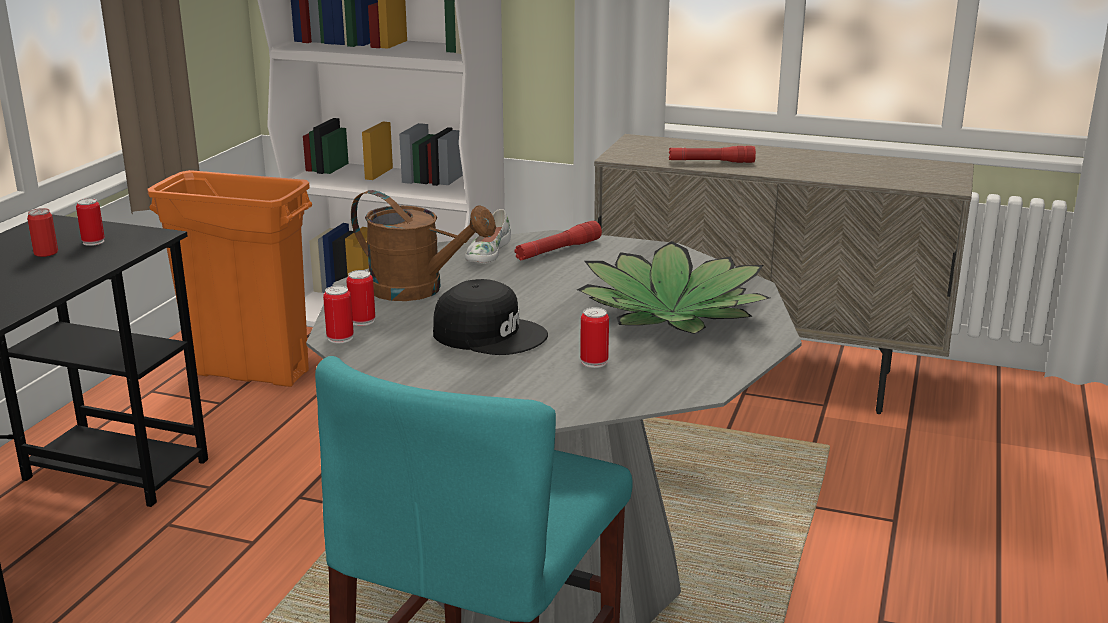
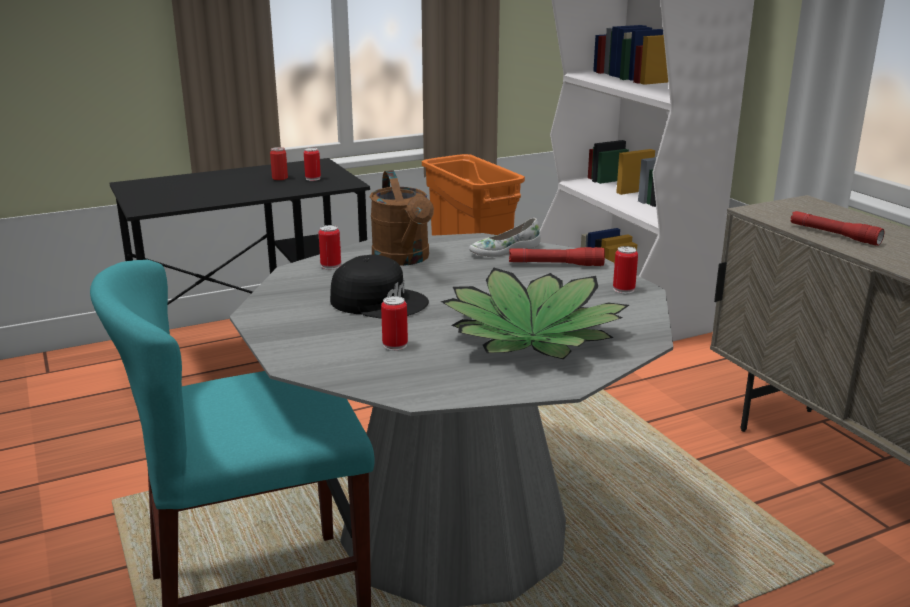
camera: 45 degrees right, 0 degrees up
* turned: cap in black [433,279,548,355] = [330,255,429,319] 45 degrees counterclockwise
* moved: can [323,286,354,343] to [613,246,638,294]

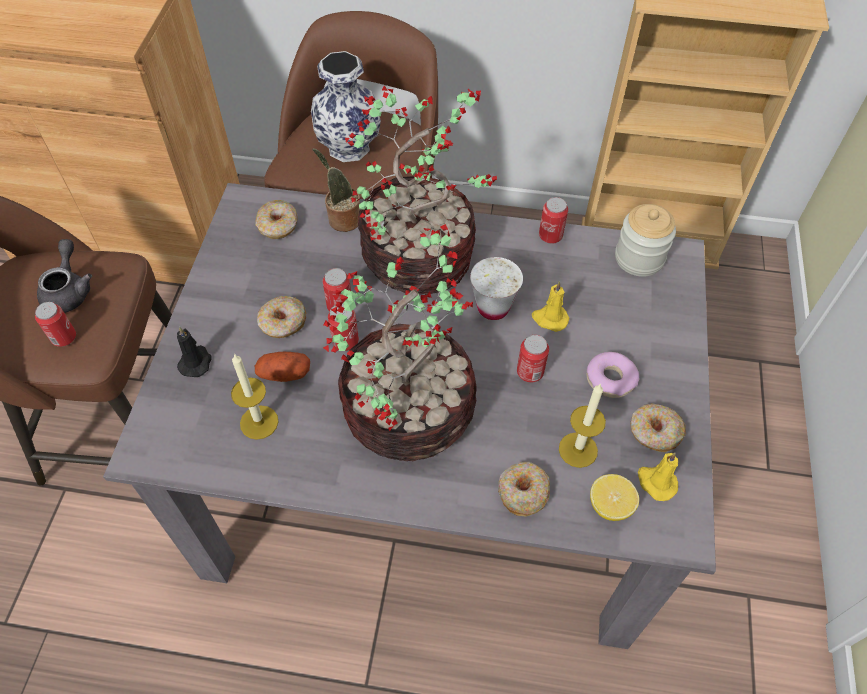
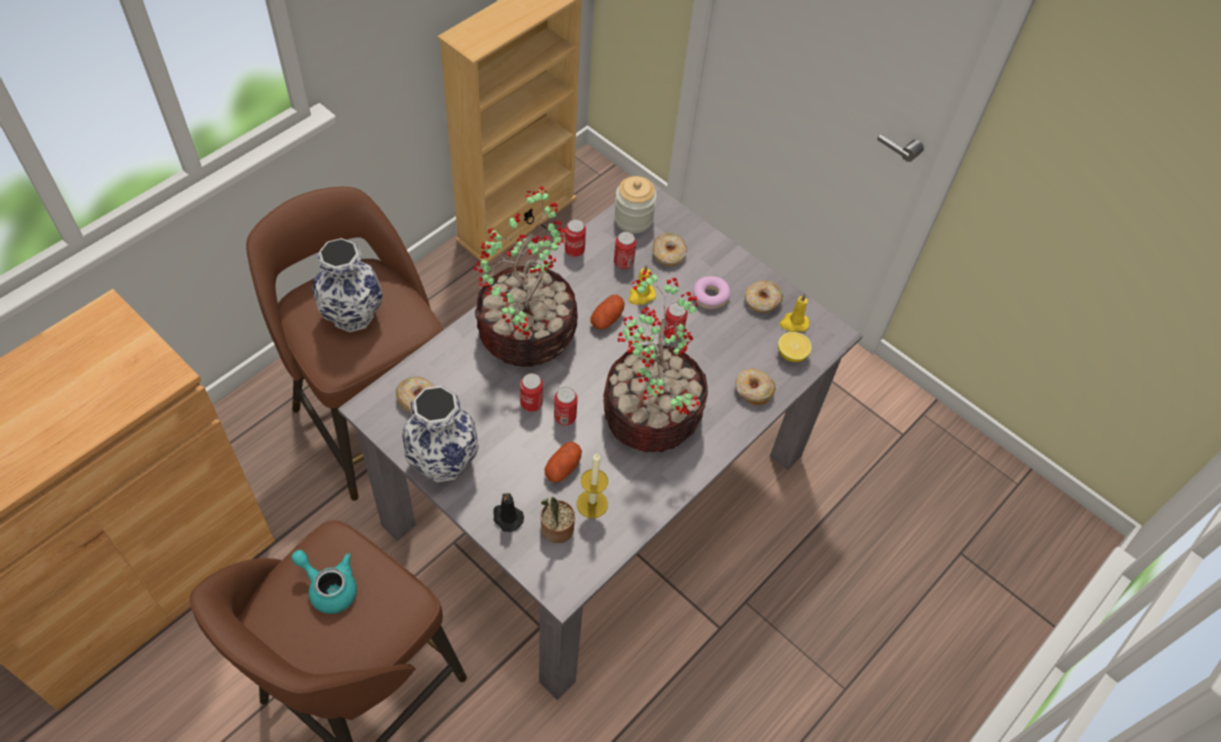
camera: 60 degrees left, 0 degrees up
* moved: potted plant [312,148,360,232] to [540,497,575,543]
* recoloured: teapot in grey [37,239,92,313] to teapot in turquoise [291,550,357,614]
* replaced: cup in white [470,257,523,320] to potato [590,295,625,330]
* moved: donut [257,296,306,338] to [652,233,687,266]
* moved: can [35,302,76,347] to [614,232,636,269]
* removed: candle [559,384,606,468]
* added: vase [402,386,479,482]

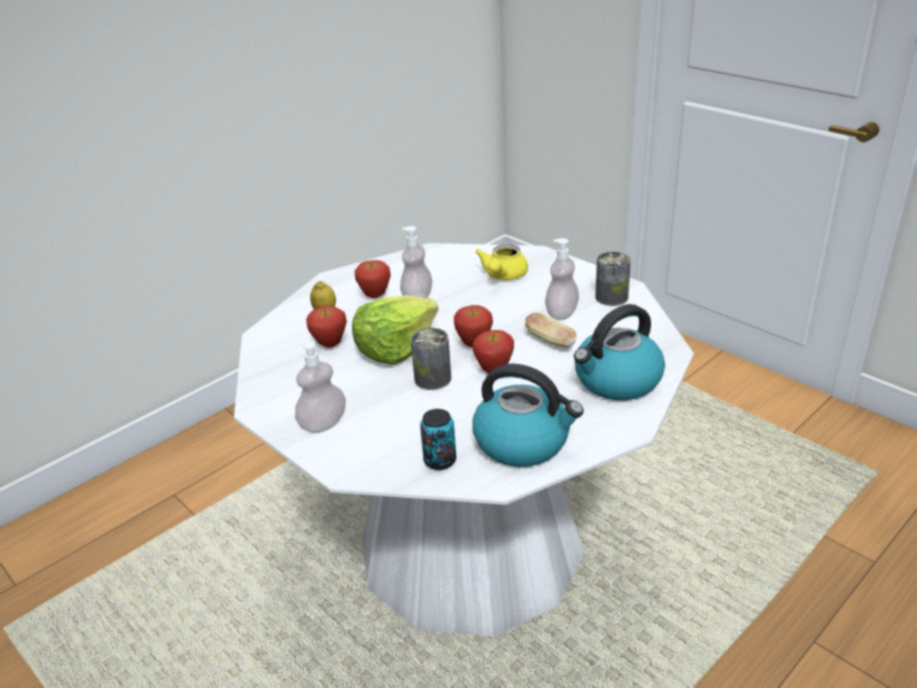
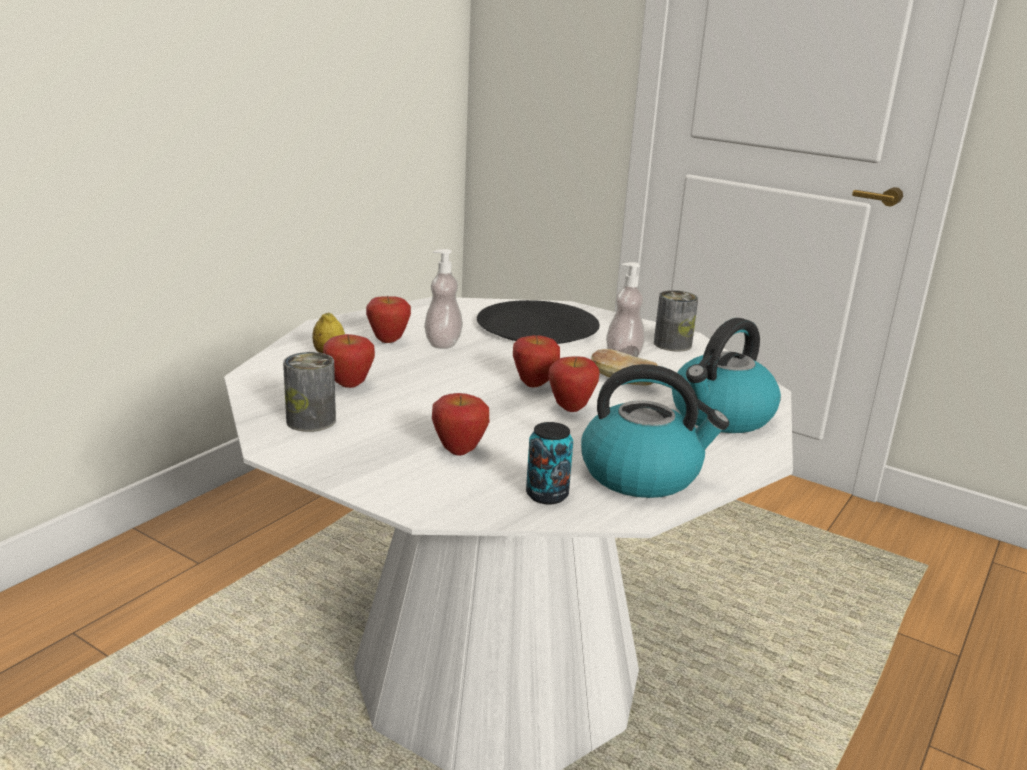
camera: 15 degrees left, 10 degrees down
* replaced: teapot in yellow [475,244,528,280] to plate in black [477,300,600,344]
* removed: lettuce [352,295,438,365]
* moved: can [410,328,451,390] to [283,352,336,432]
* removed: soap dispenser [295,341,346,433]
* added: apple [432,393,489,456]

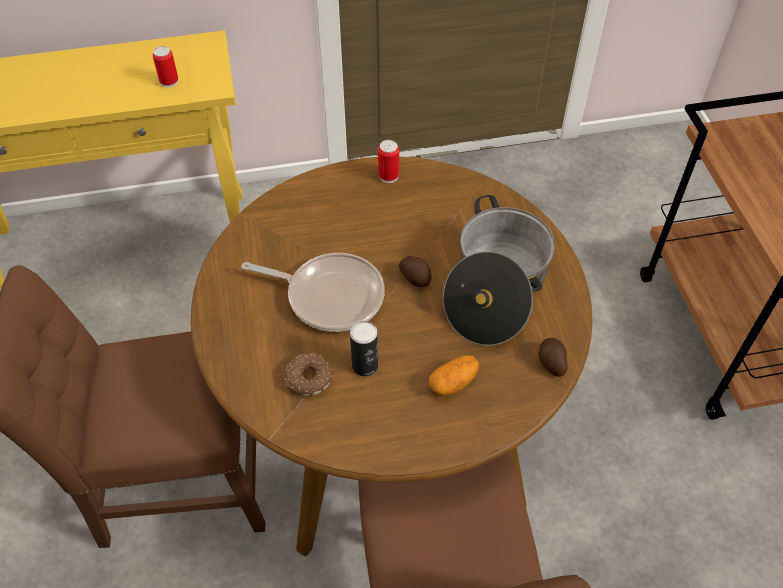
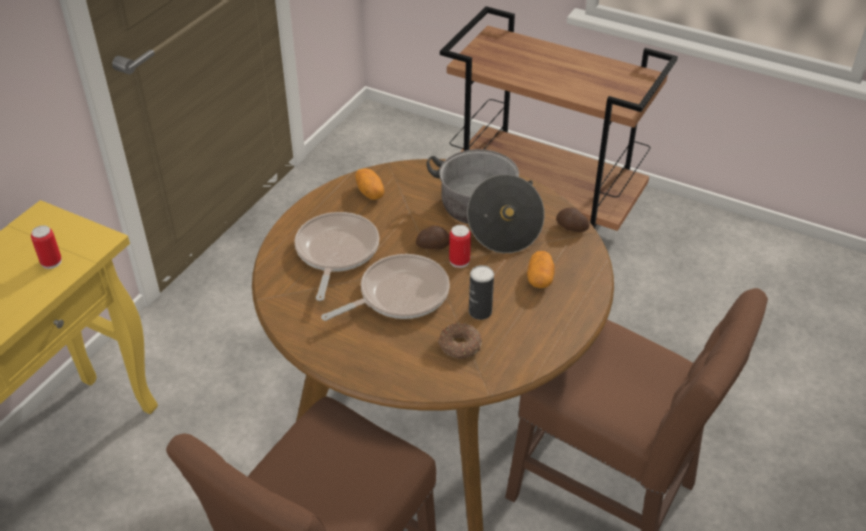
camera: 50 degrees left, 10 degrees down
* moved: can [378,140,399,183] to [449,225,471,268]
* added: potato [355,168,384,200]
* added: frying pan [294,212,379,301]

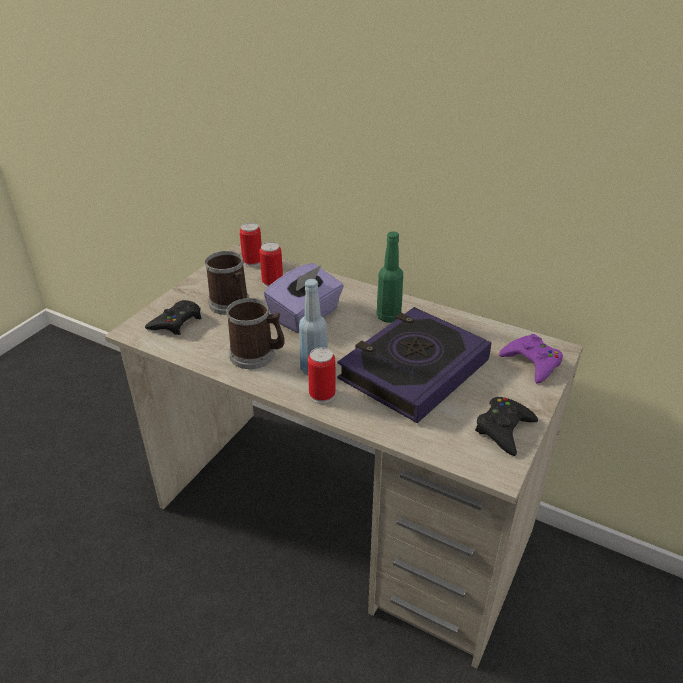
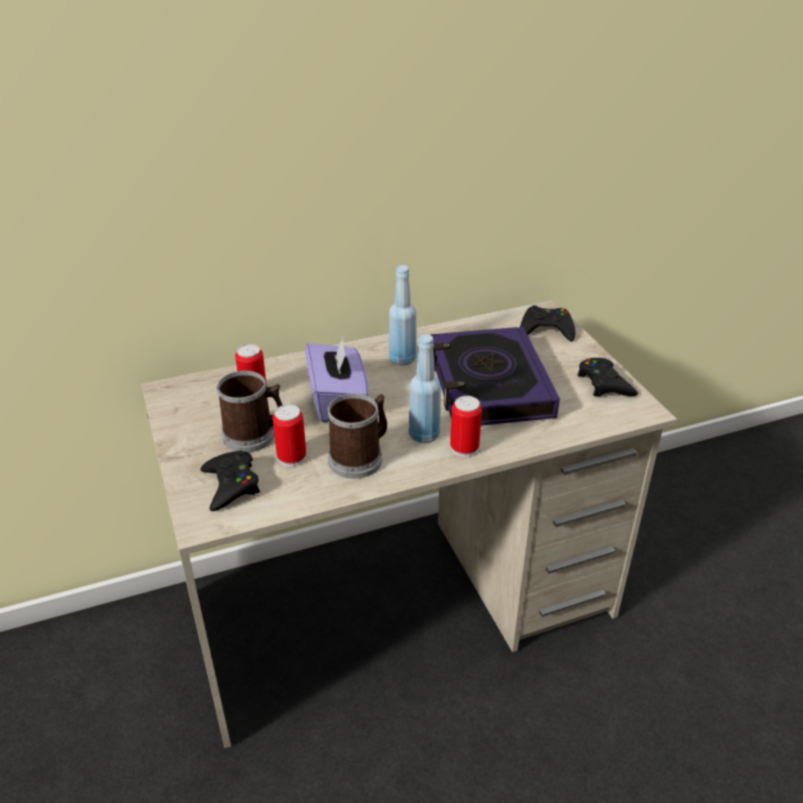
camera: 50 degrees left, 0 degrees up
* moved: can [240,223,262,267] to [273,404,306,467]
* recoloured: bottle in green [377,231,403,323] to bottle in blue [389,265,417,366]
* recoloured: game controller in purple [499,334,563,384] to game controller in black [520,305,576,342]

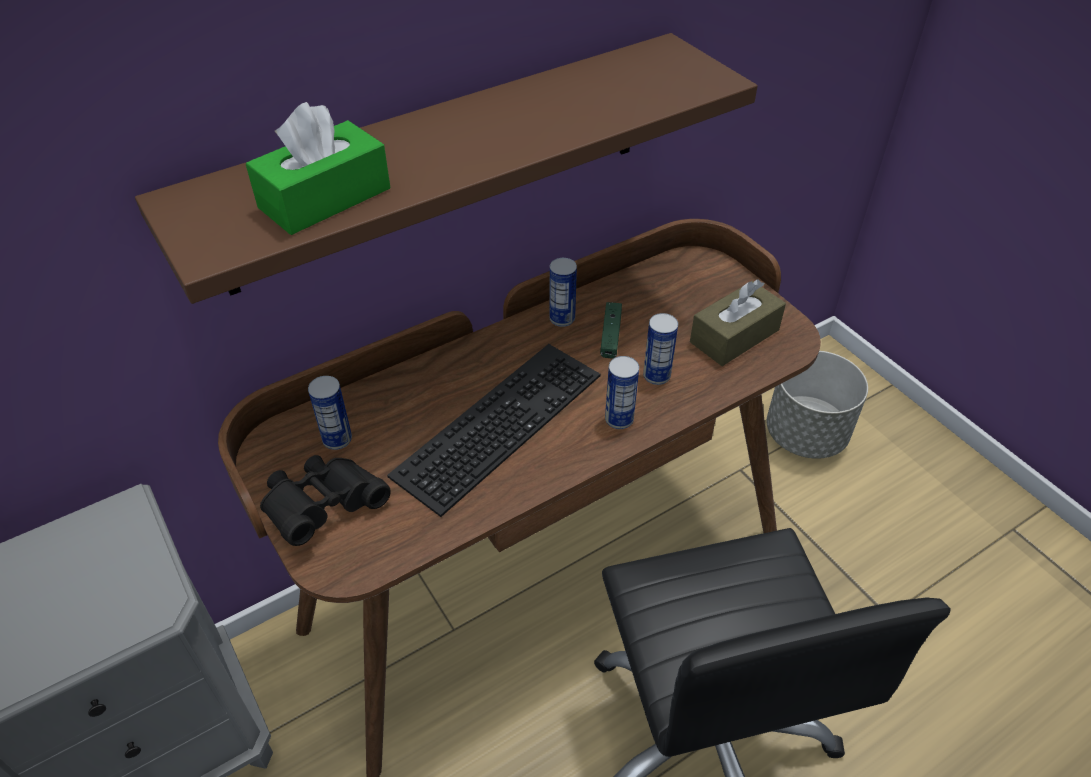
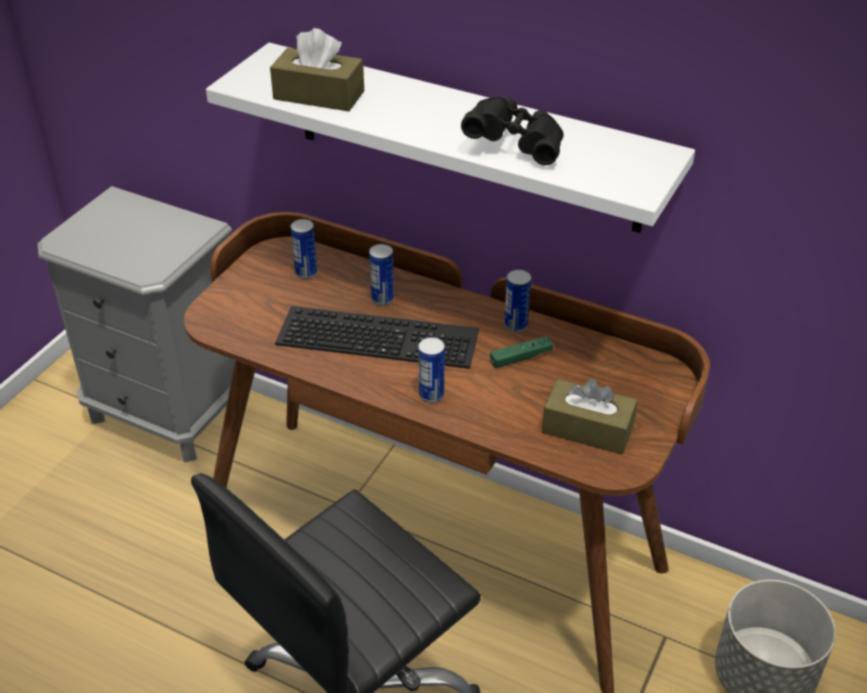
camera: 60 degrees right, 5 degrees down
* recoloured: shelf in brown [135,33,758,304] to shelf in white [206,42,695,233]
* recoloured: tissue box in green [246,102,390,235] to tissue box in brown [270,28,364,111]
* moved: can [643,313,678,385] to [369,244,394,306]
* moved: binoculars in black [260,455,391,546] to [461,97,564,165]

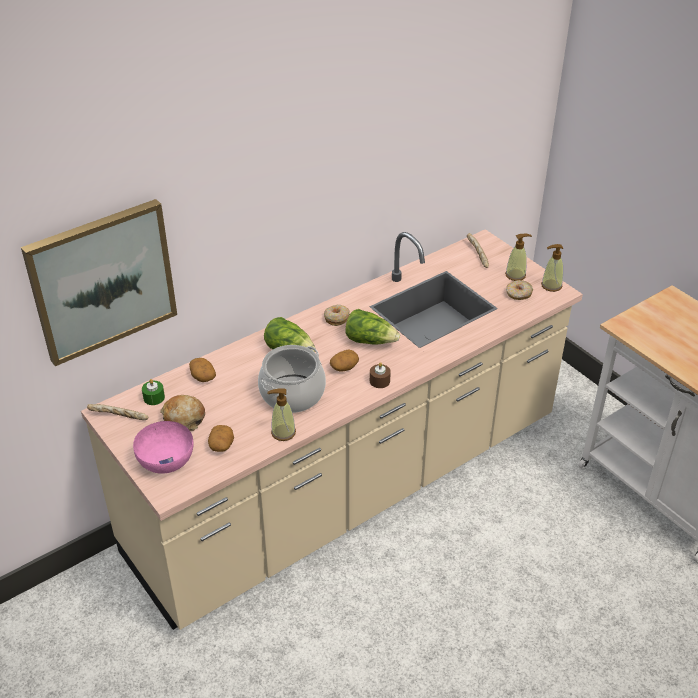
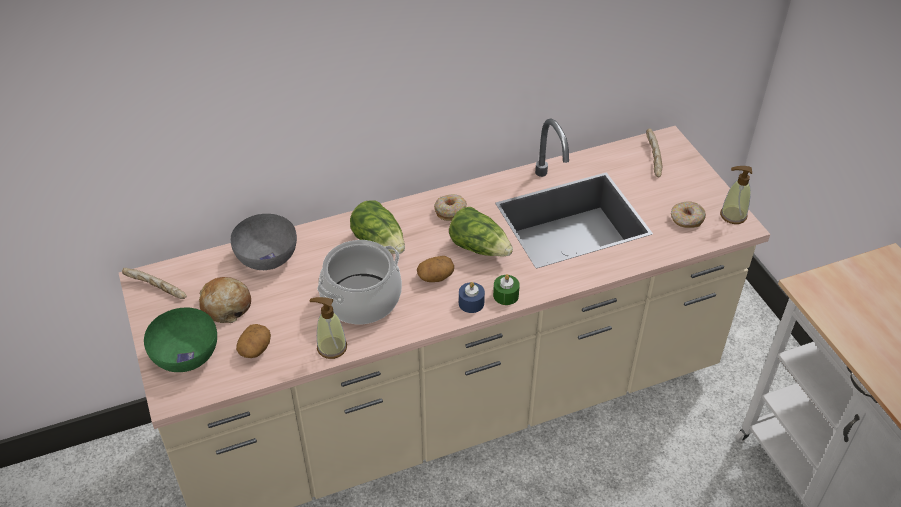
camera: 15 degrees right, 5 degrees up
* removed: picture [21,199,177,366]
* removed: soap dispenser [505,234,532,281]
* replaced: potato [189,358,216,382] to bowl in grey [231,214,297,270]
* recoloured: candle in brown [370,362,391,388] to candle in blue [459,282,485,313]
* moved: candle in green [142,379,165,405] to [493,274,520,305]
* recoloured: bowl in pink [133,421,194,474] to bowl in green [144,307,217,372]

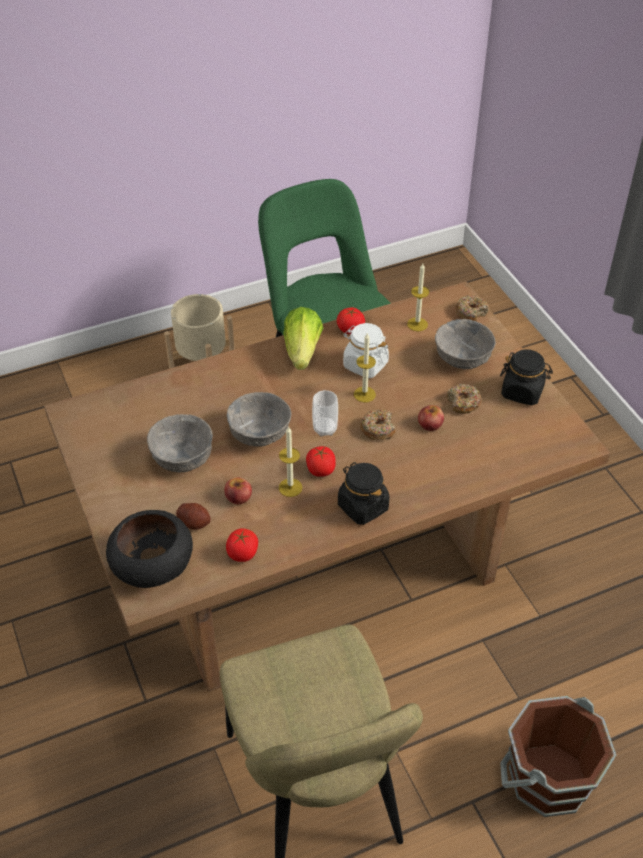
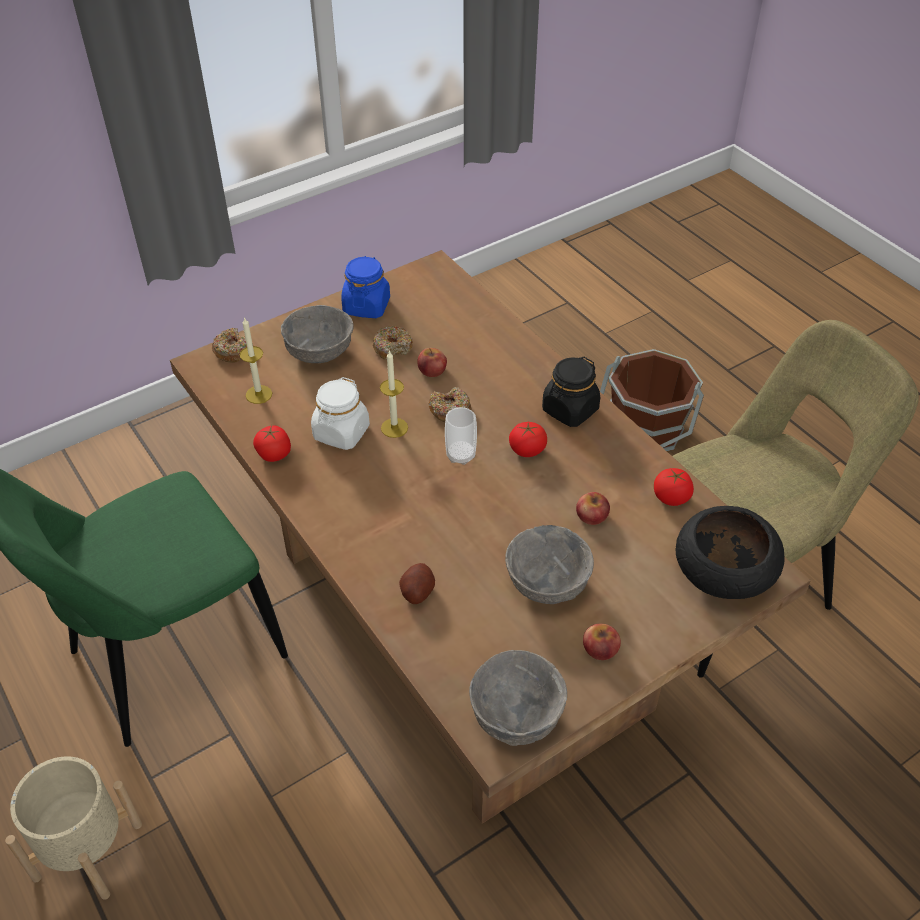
camera: 100 degrees left, 0 degrees up
* removed: lettuce [283,307,323,370]
* recoloured: jar in black [500,349,553,405] to jar in blue [341,256,390,318]
* moved: bowl in grey [227,392,291,447] to [469,650,567,746]
* removed: candle [279,426,302,497]
* moved: potato [176,503,211,530] to [399,563,435,604]
* added: apple [583,623,621,660]

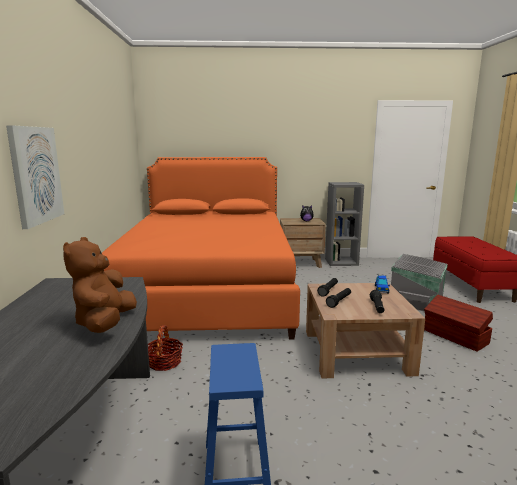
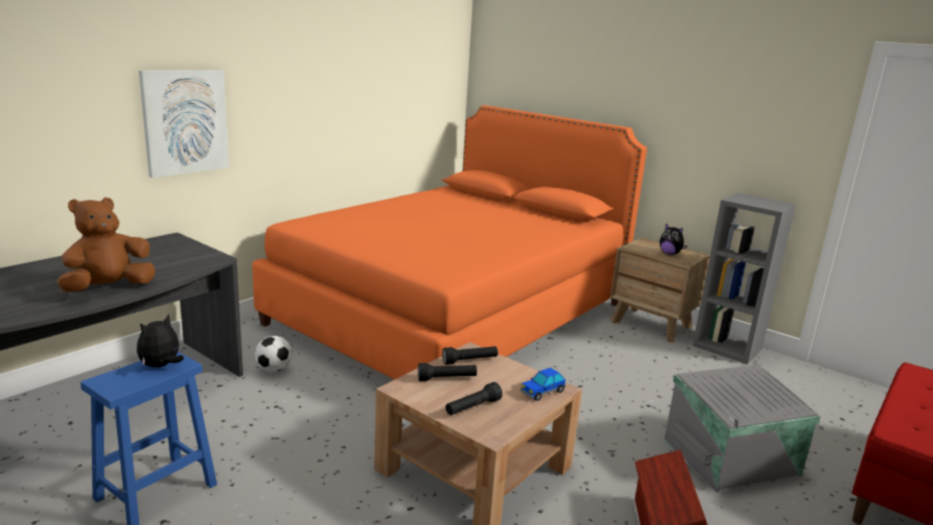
camera: 40 degrees right, 5 degrees up
* replaced: basket [148,325,183,371] to football [255,336,292,372]
* added: plush toy [137,314,184,367]

